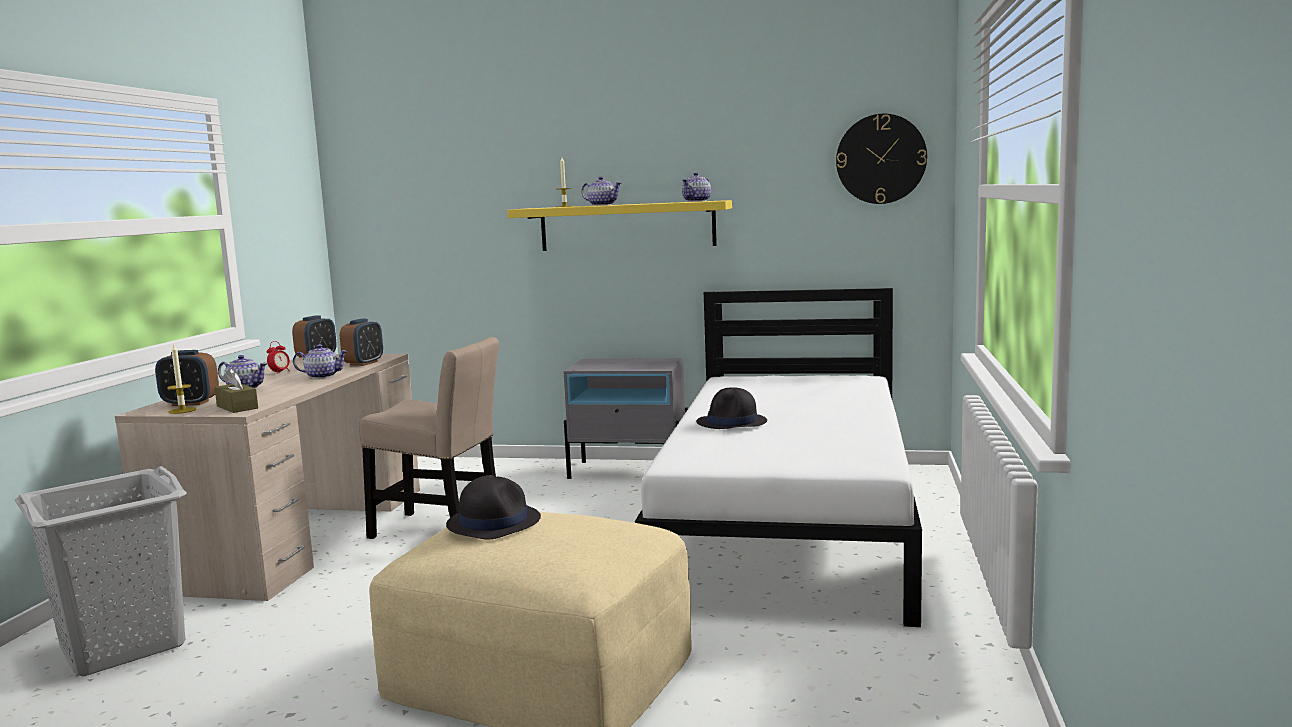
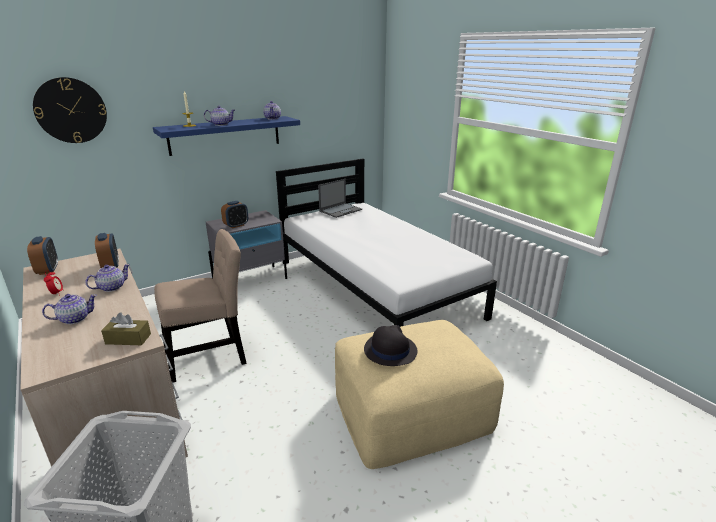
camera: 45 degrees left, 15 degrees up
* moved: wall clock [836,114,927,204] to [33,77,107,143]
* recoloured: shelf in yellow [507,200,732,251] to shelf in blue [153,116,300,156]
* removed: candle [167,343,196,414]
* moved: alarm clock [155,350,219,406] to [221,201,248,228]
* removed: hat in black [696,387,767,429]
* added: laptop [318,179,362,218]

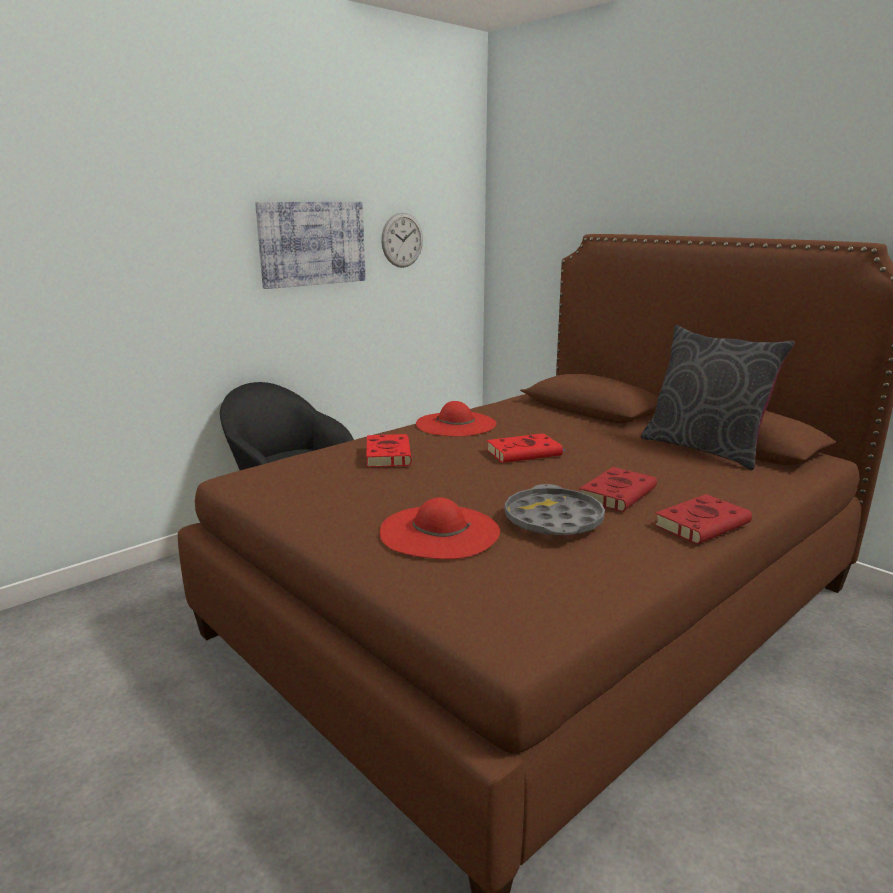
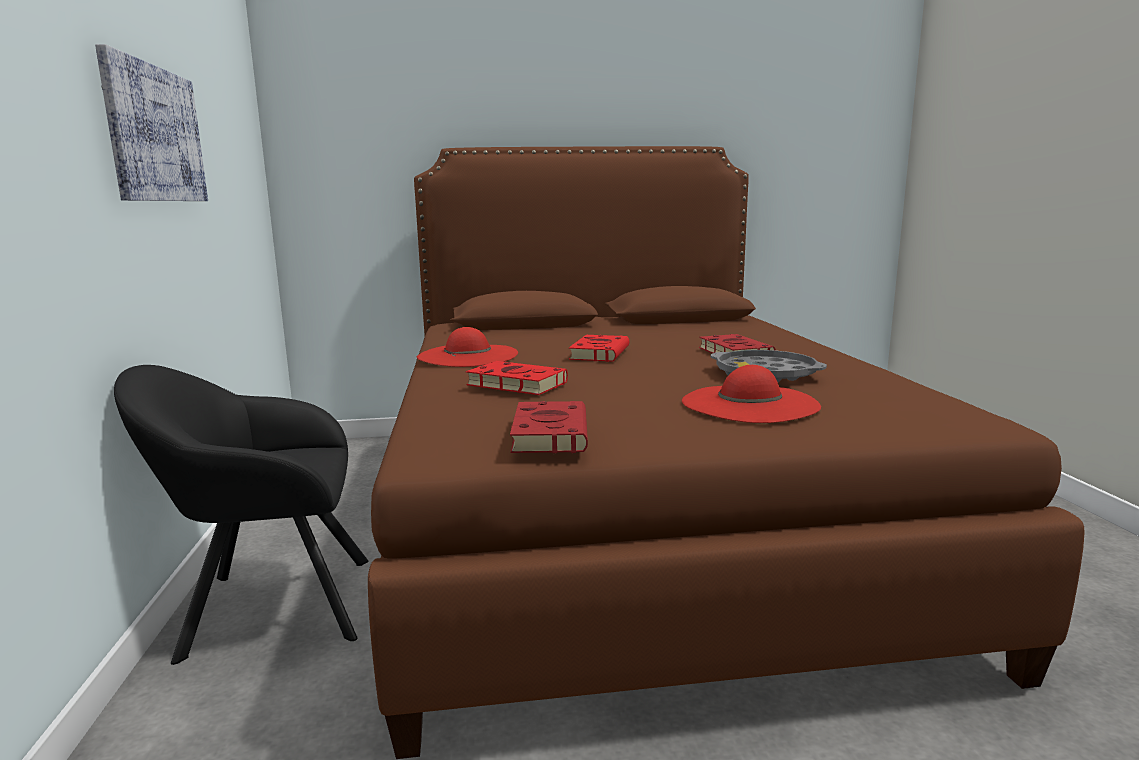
camera: 55 degrees left, 5 degrees down
* removed: wall clock [381,213,423,268]
* removed: pillow in grey [641,325,795,470]
* moved: book in red [654,494,752,544] to [510,401,588,453]

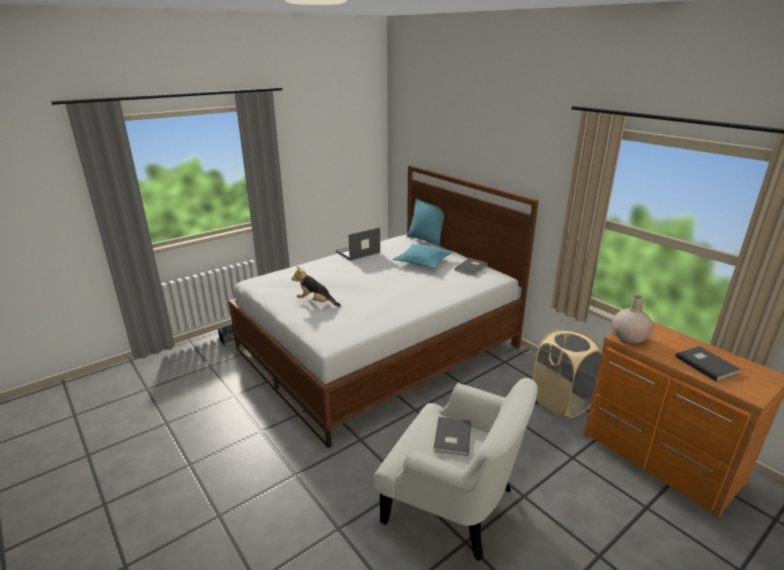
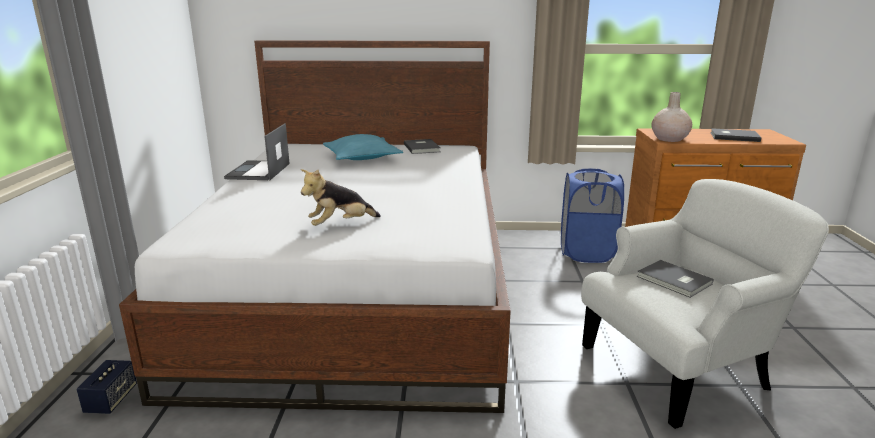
camera: 50 degrees left, 5 degrees down
* removed: pillow in turquoise [407,199,444,247]
* recoloured: laundry basket in beige [532,329,602,418] to laundry basket in blue [561,169,624,263]

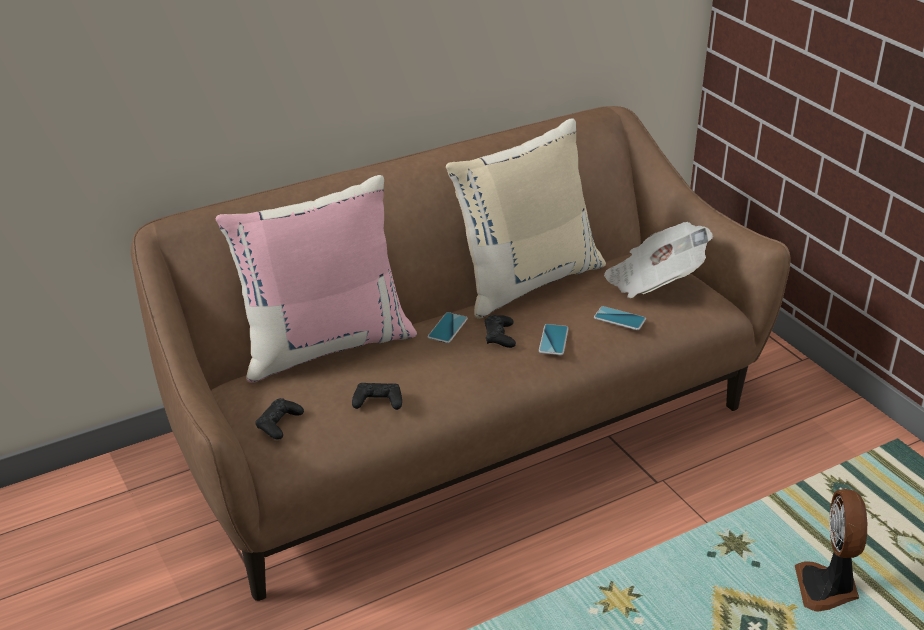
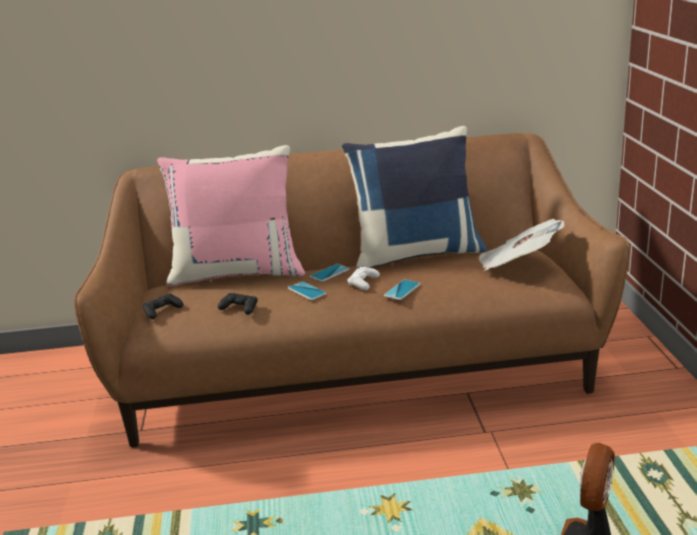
camera: 25 degrees right, 10 degrees down
* recoloured: pillow in beige [446,118,606,319] to pillow in blue [342,126,487,269]
* moved: phone [594,306,646,330] to [288,281,327,300]
* recoloured: game controller in black [485,315,516,348] to game controller in white [348,266,380,290]

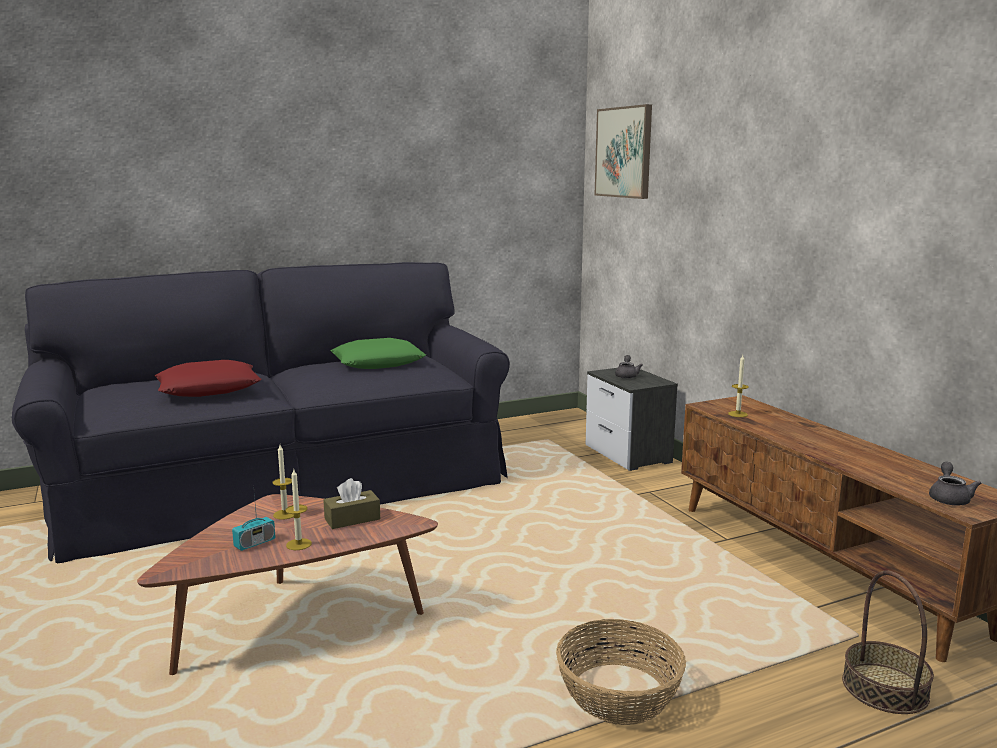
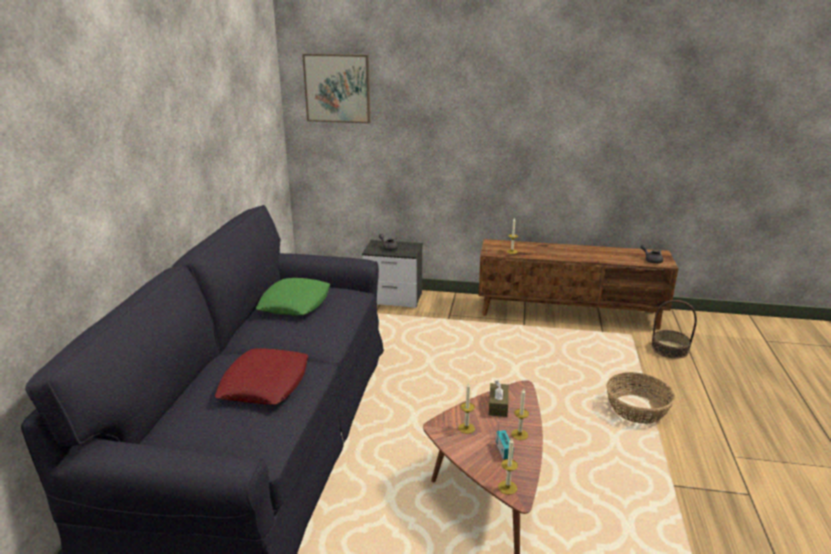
camera: 55 degrees left, 10 degrees up
* added: candle [498,438,518,495]

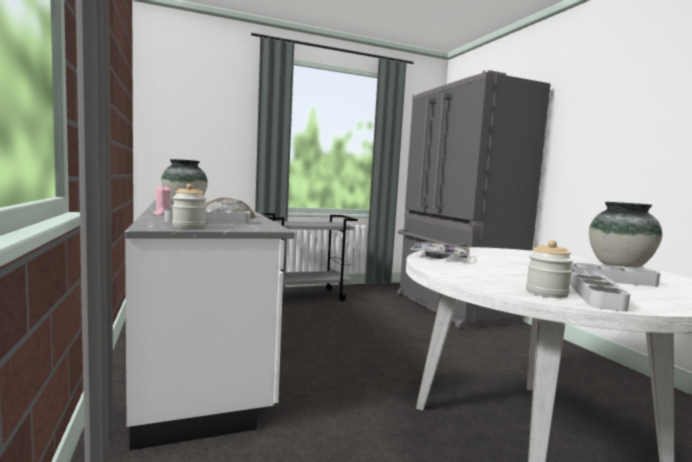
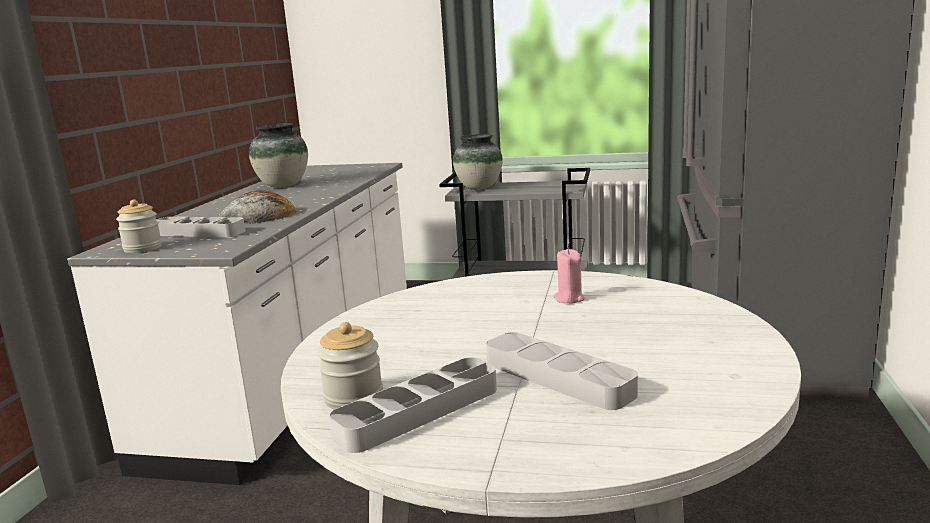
camera: 35 degrees right, 10 degrees up
* moved: candle in pink [153,187,170,215] to [554,249,585,304]
* moved: vase [589,202,662,268] to [453,134,503,190]
* removed: tray [410,242,470,259]

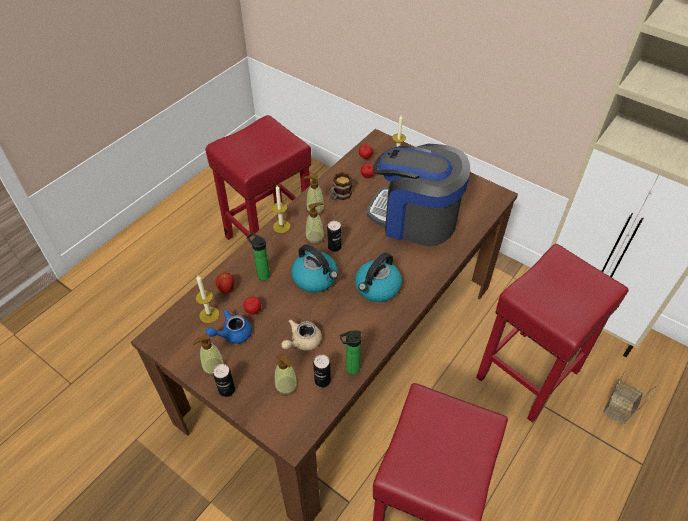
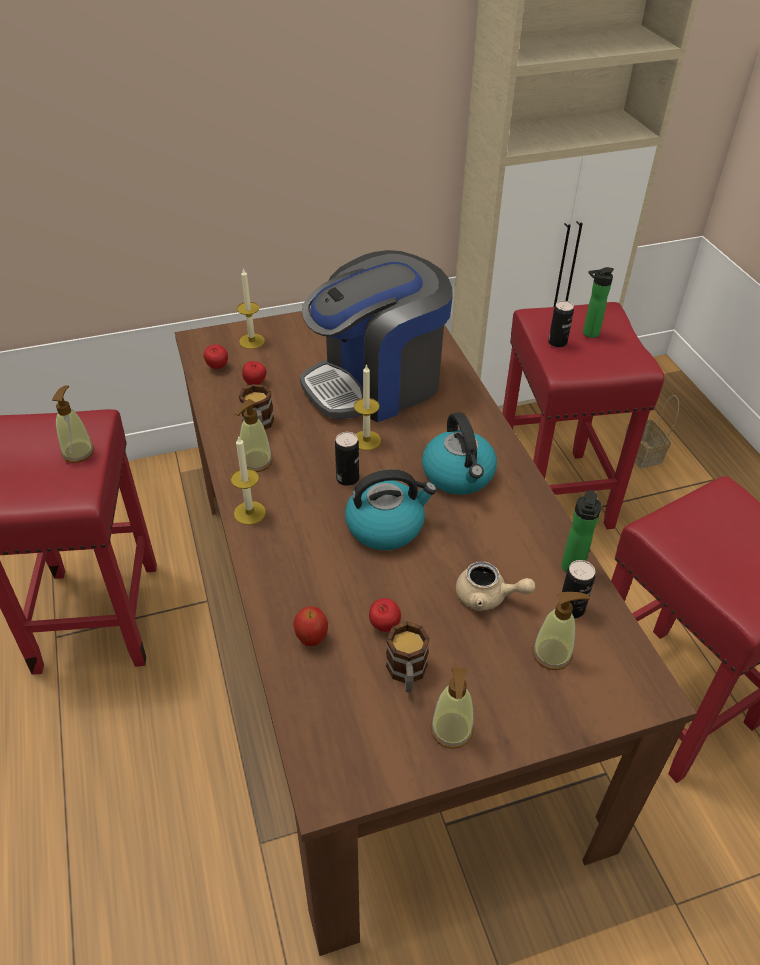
camera: 55 degrees left, 5 degrees down
* moved: soap dispenser [305,202,325,245] to [52,386,94,463]
* moved: bottle [247,233,270,281] to [583,267,614,338]
* moved: candle [195,275,219,323] to [354,364,381,450]
* replaced: teapot in blue [205,309,252,344] to mug [386,621,430,693]
* turned: teapot in beige [281,319,322,351] = [456,561,536,611] 60 degrees counterclockwise
* moved: can [213,364,235,397] to [548,300,574,348]

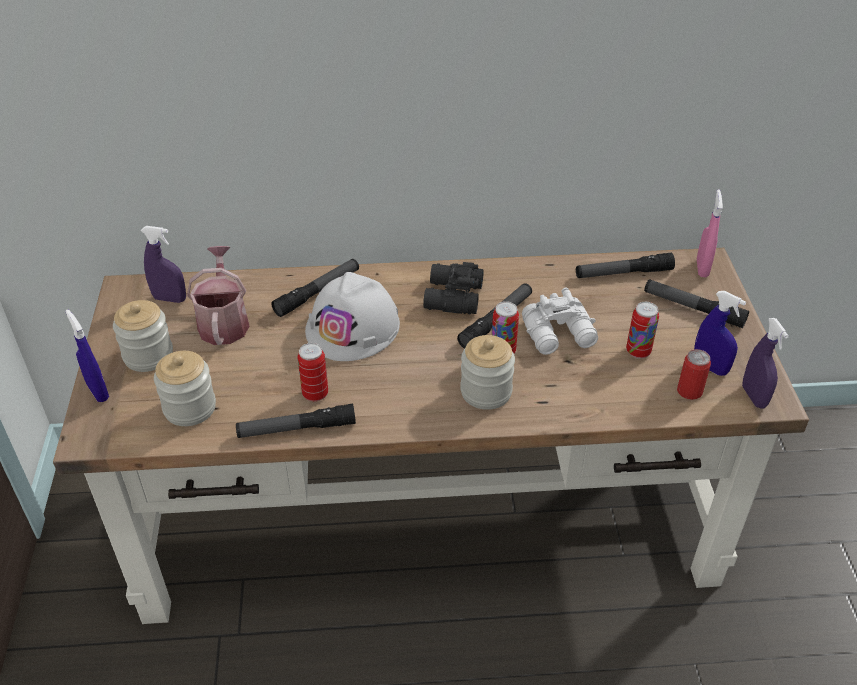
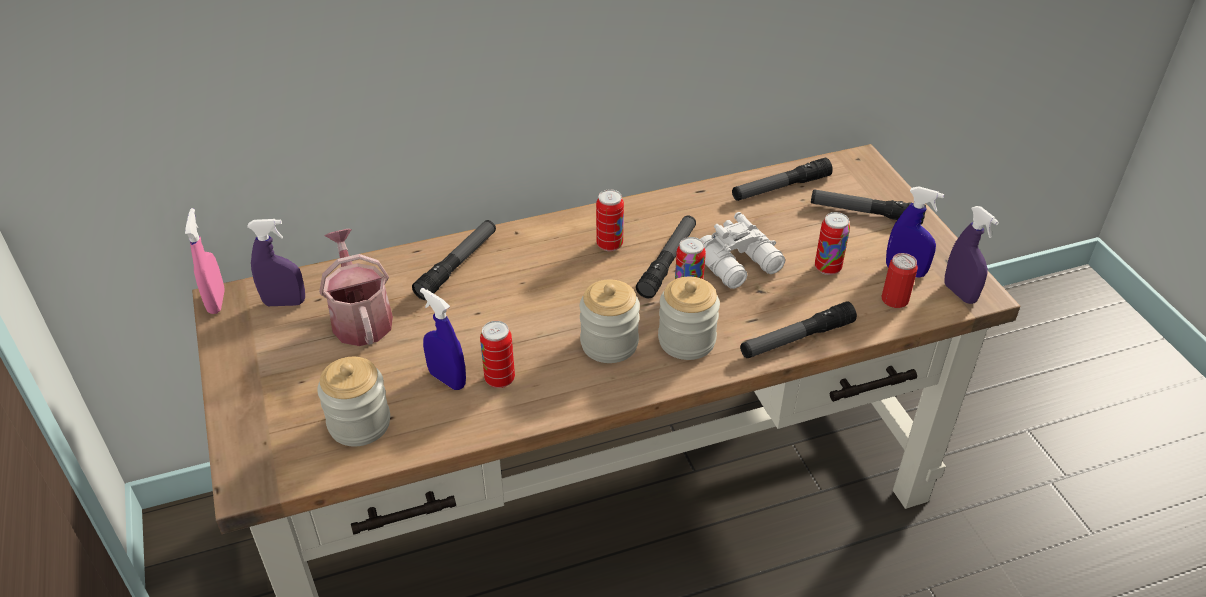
camera: 15 degrees left, 0 degrees up
* moved: spray bottle in pink [697,189,723,277] to [185,208,225,314]
* replaced: binoculars in black [423,262,484,314] to can [596,189,624,251]
* removed: hard hat in white [305,272,400,361]
* moved: jar [113,300,173,372] to [580,280,640,363]
* moved: spray bottle in blue [65,309,109,402] to [420,288,466,390]
* moved: flashlight [236,404,356,438] to [740,301,857,358]

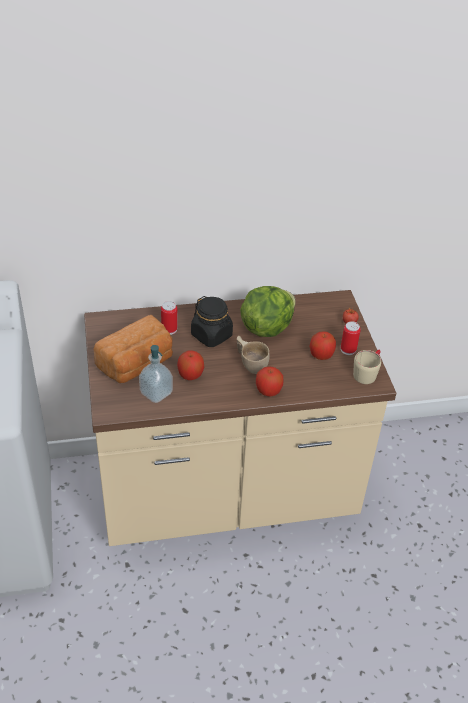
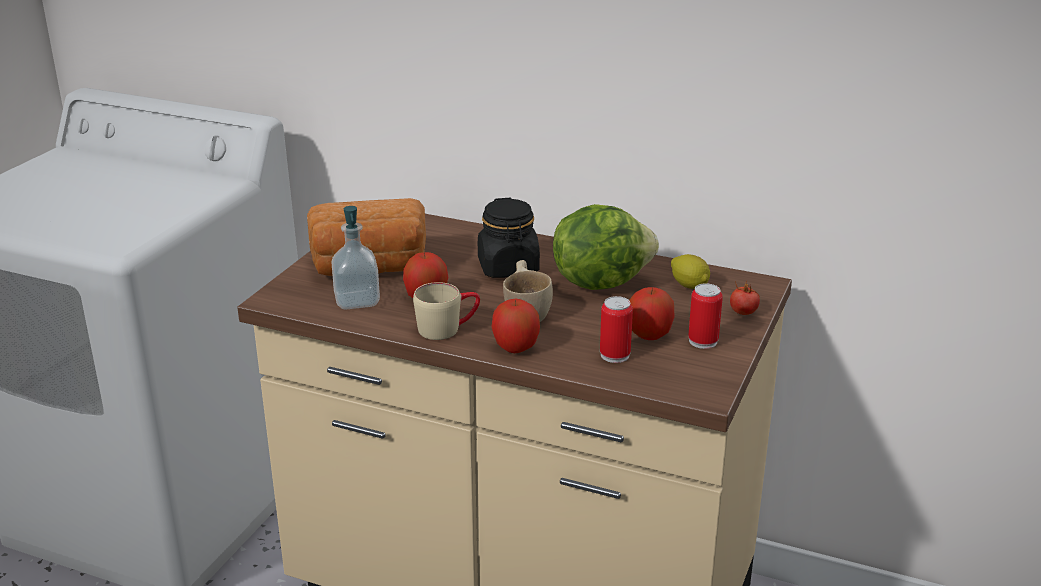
camera: 35 degrees right, 15 degrees down
* moved: can [161,301,178,335] to [600,296,633,363]
* moved: mug in beige [353,350,381,384] to [413,282,480,340]
* added: lemon [671,254,710,289]

